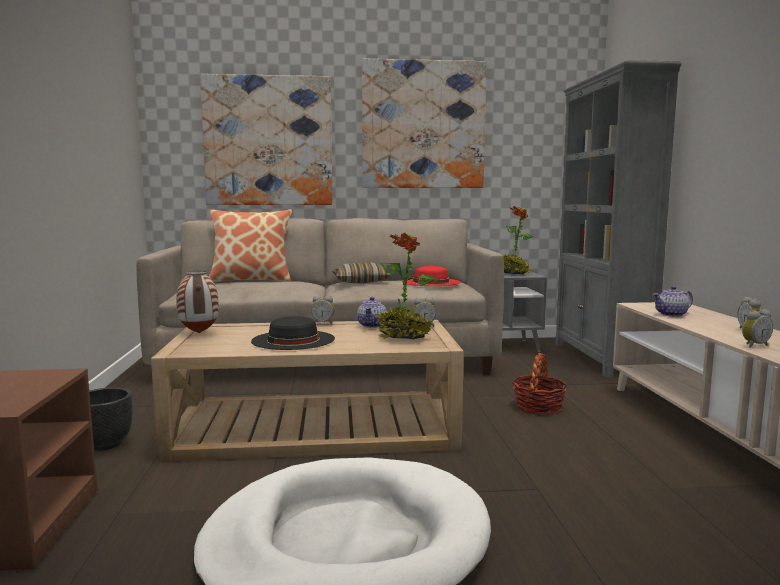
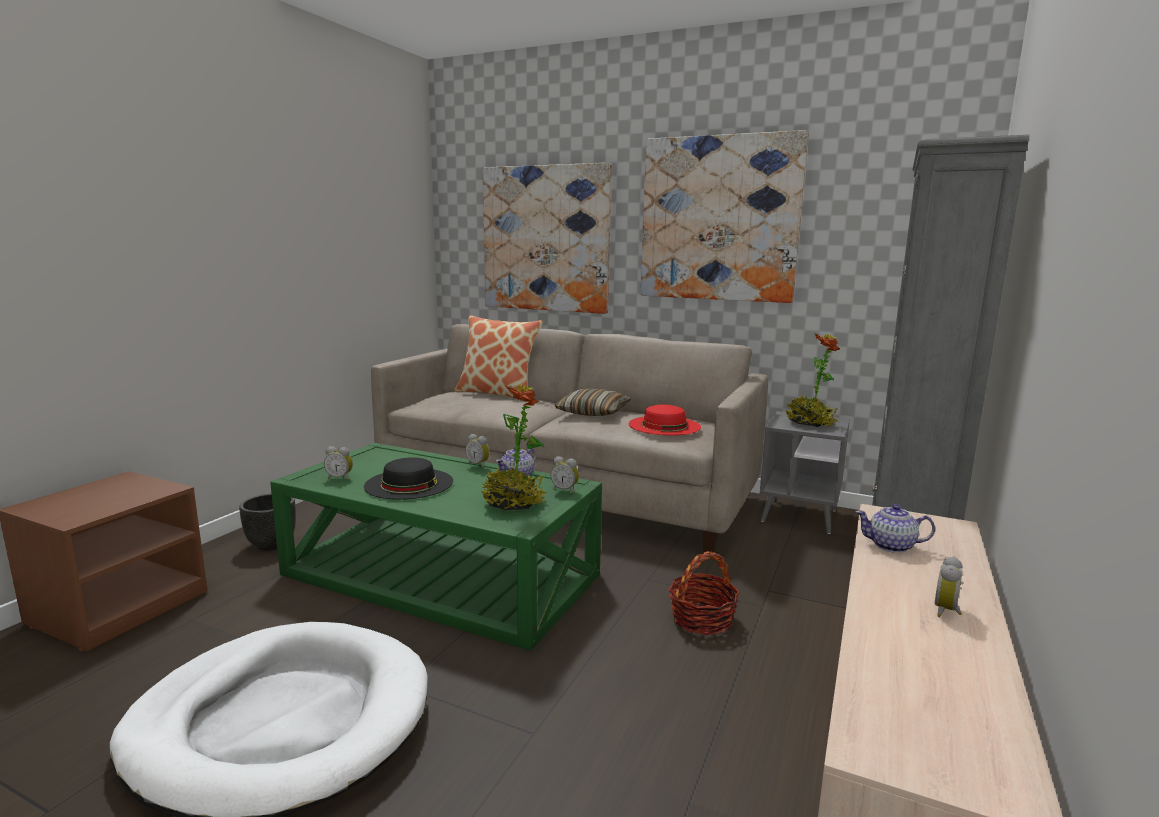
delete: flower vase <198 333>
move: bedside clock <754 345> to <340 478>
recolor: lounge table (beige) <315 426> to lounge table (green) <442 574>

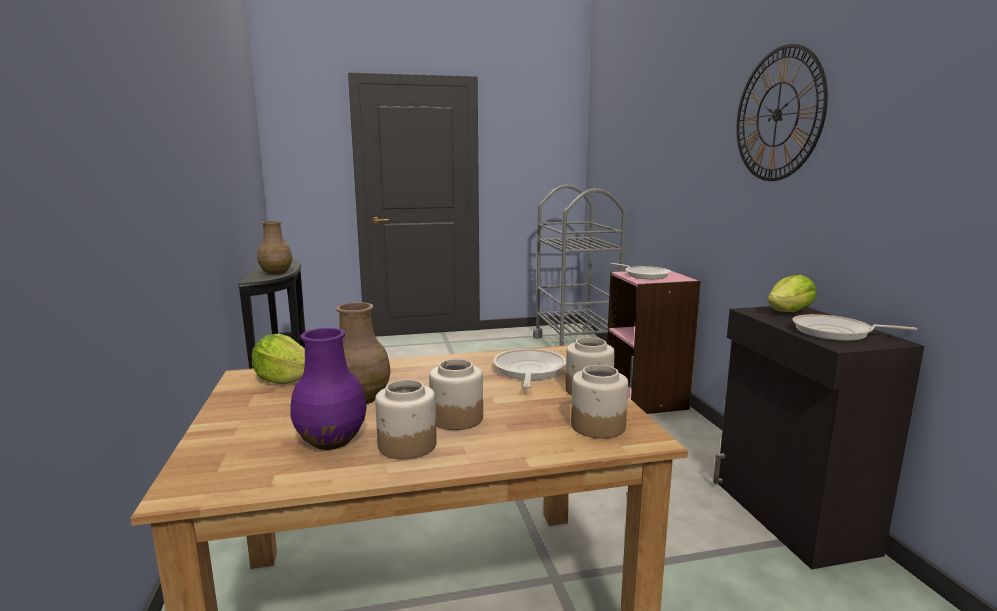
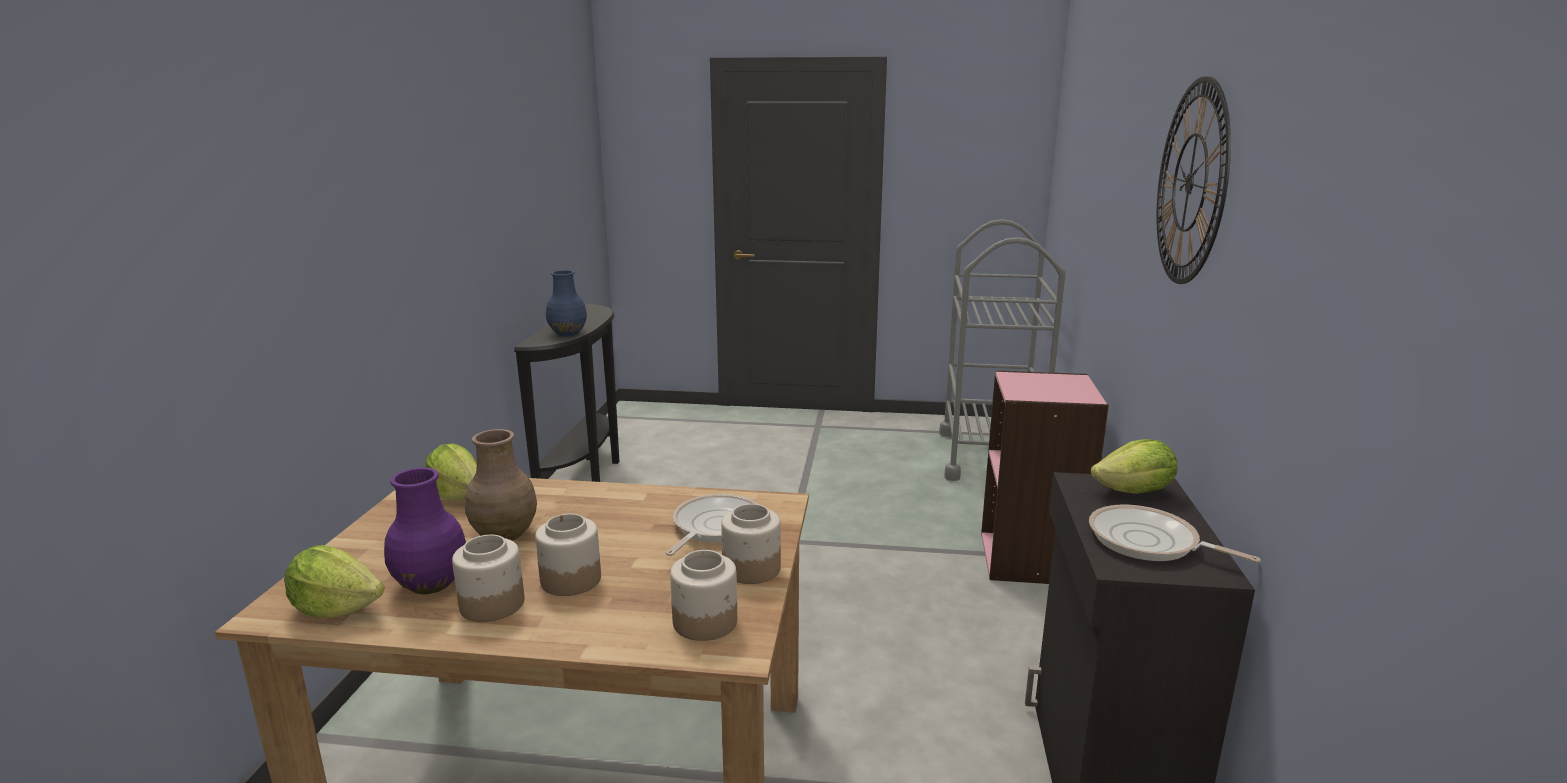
delete: frying pan <644 275>
insert: lettuce head <337 608>
recolor: flower vase (brownish) <277 273> to flower vase (blue) <568 333>

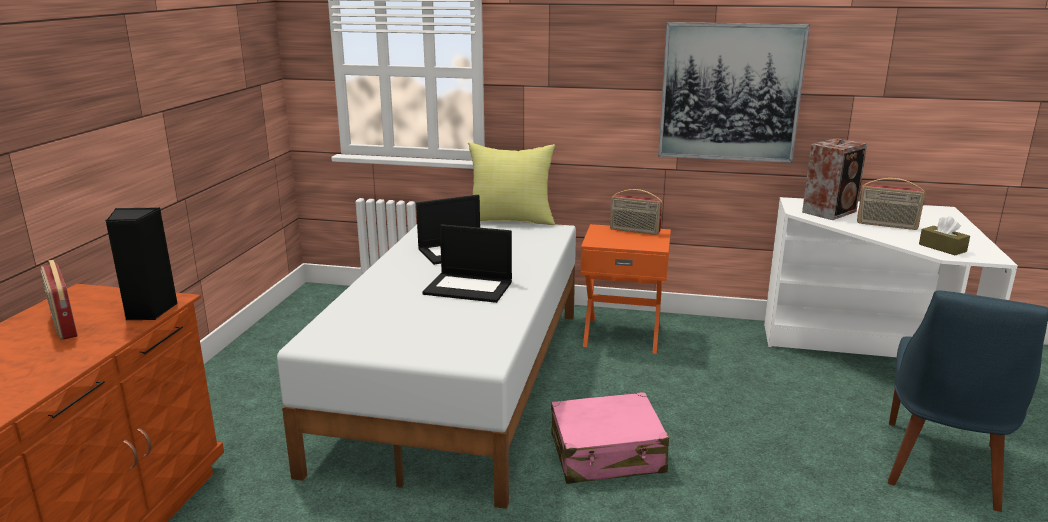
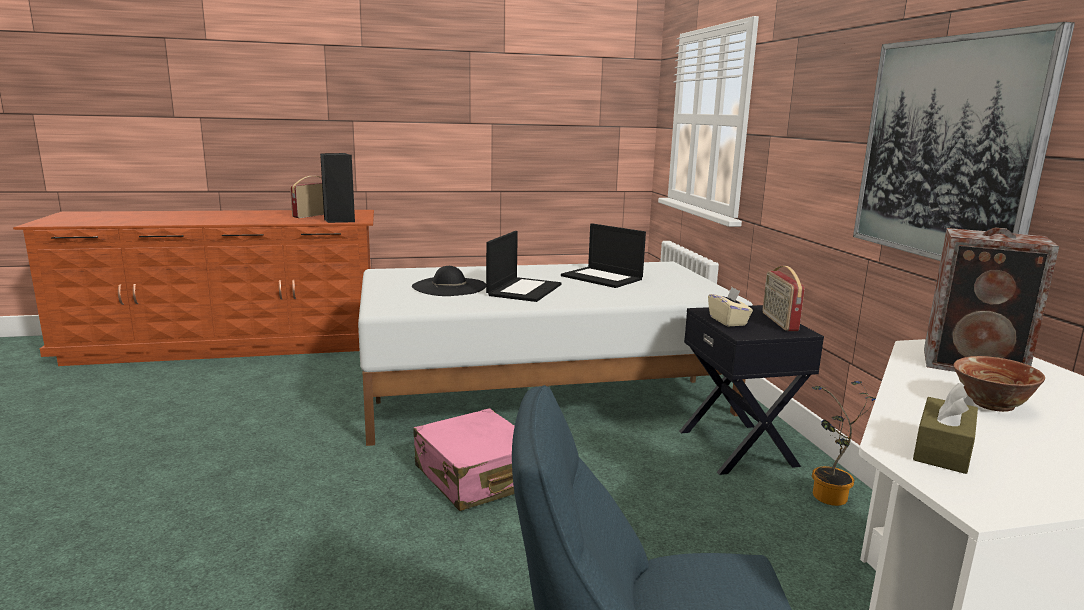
delete: pillow (yellow) <511 219>
insert: hat (blackish) <449 286>; tissue box (beige) <728 321>; potted plant <828 499>
replace: radio set <886 225> to bowl <991 405>
recolor: bedside table (orange) <622 334> to bedside table (blackish) <738 448>
rotate: laptop <469 287> = <524 289> 150 degrees counterclockwise

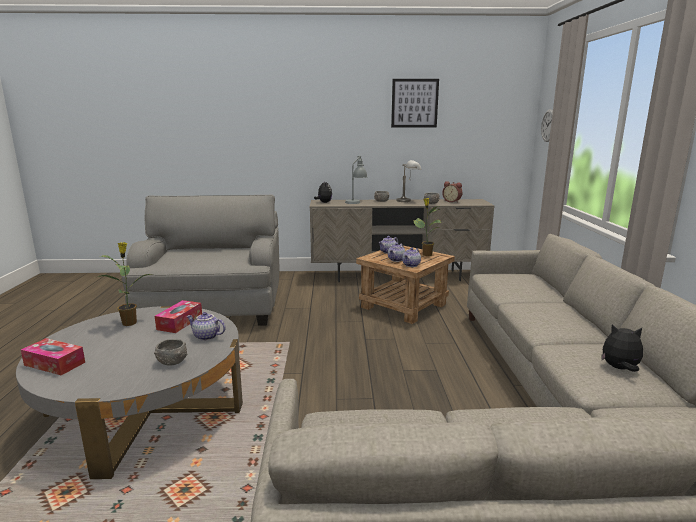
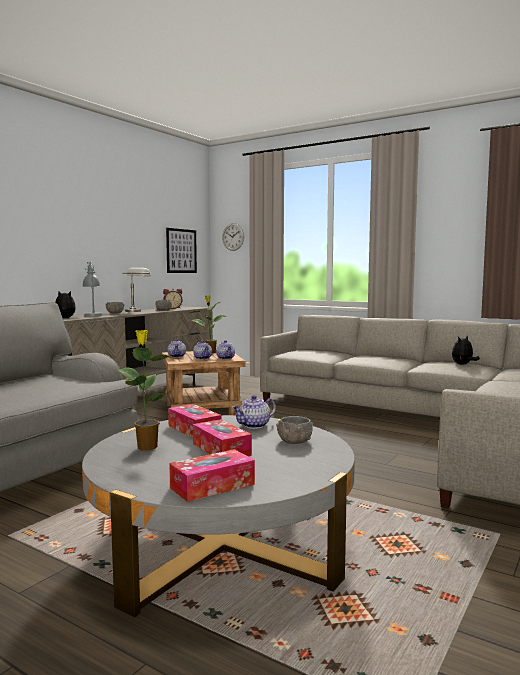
insert: tissue box <221 449>
move: wall picture <414 103> to <181 251>

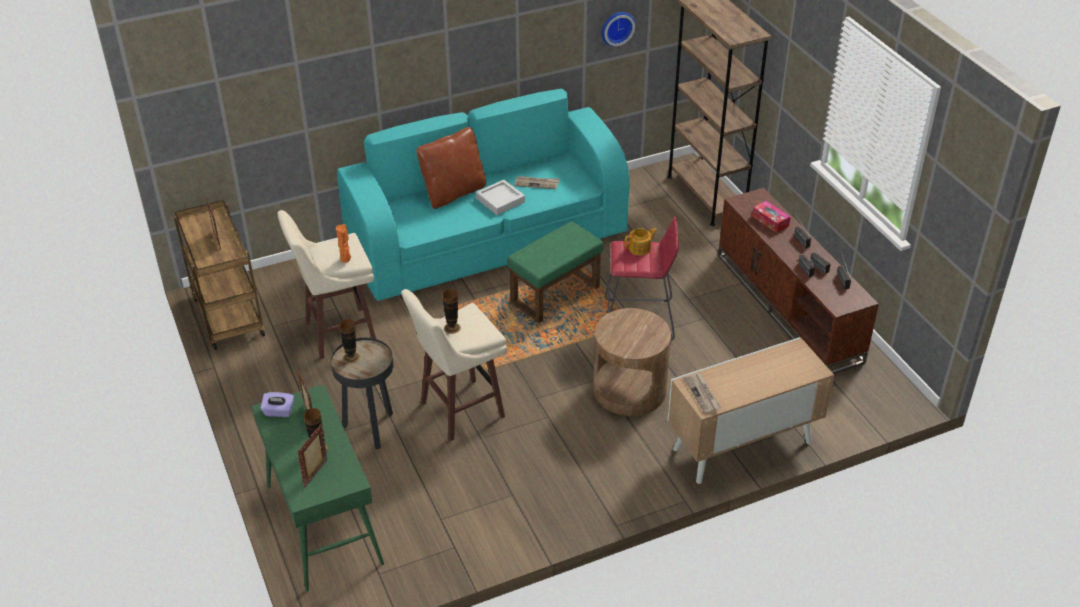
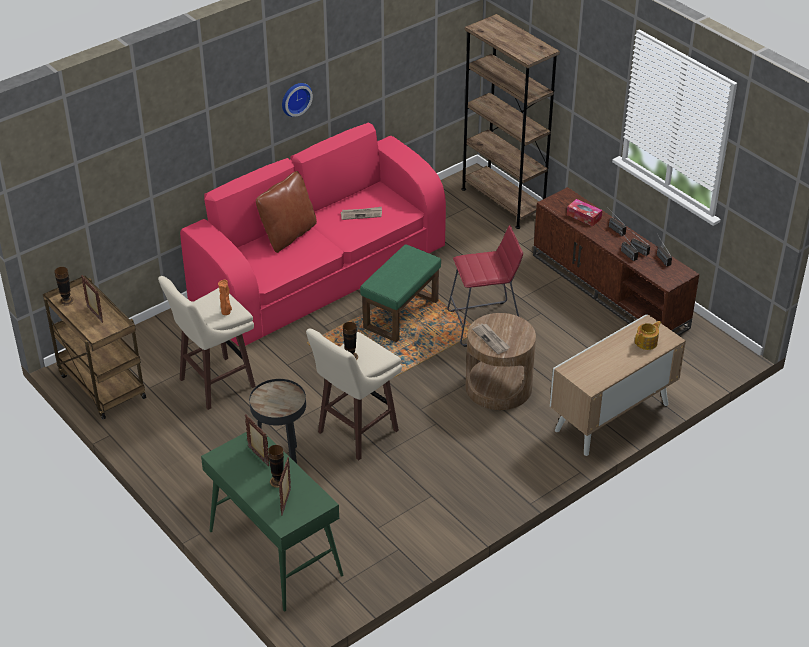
delete: tissue box (purplish) <278 412>; carrying tray (greyish) <500 200>
move: flower vase <351 357> to <66 301>; hanging clock <616 27> to <295 98>; pot for tea <640 248> to <647 342>; printed paper <702 394> to <491 339>
recolor: settee (turquoise-coloured) <488 241> to settee (pinkish) <319 275>

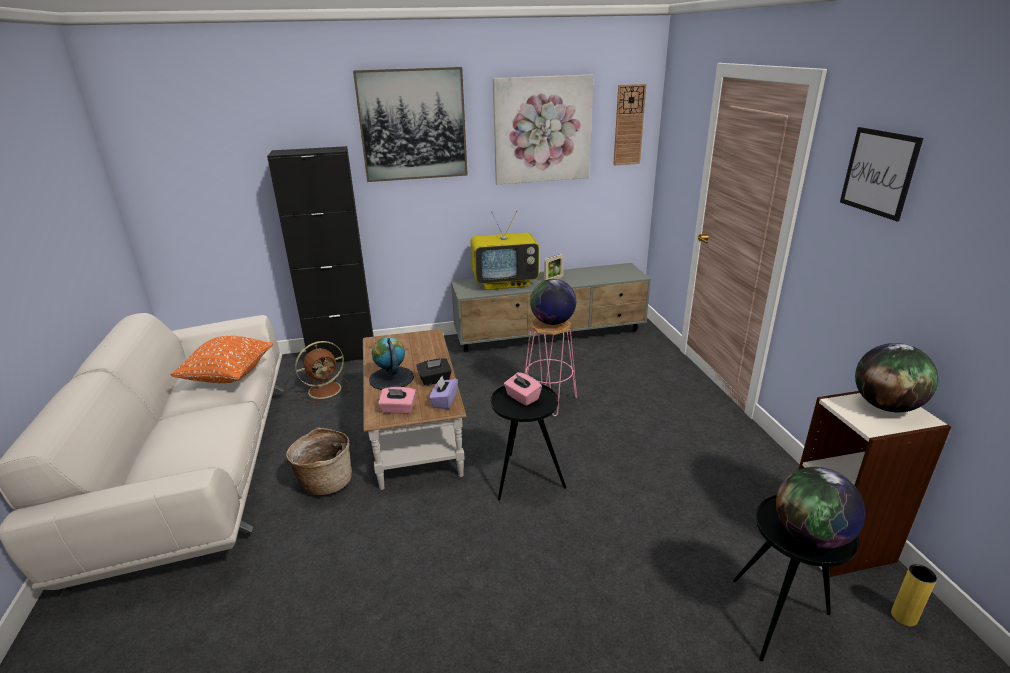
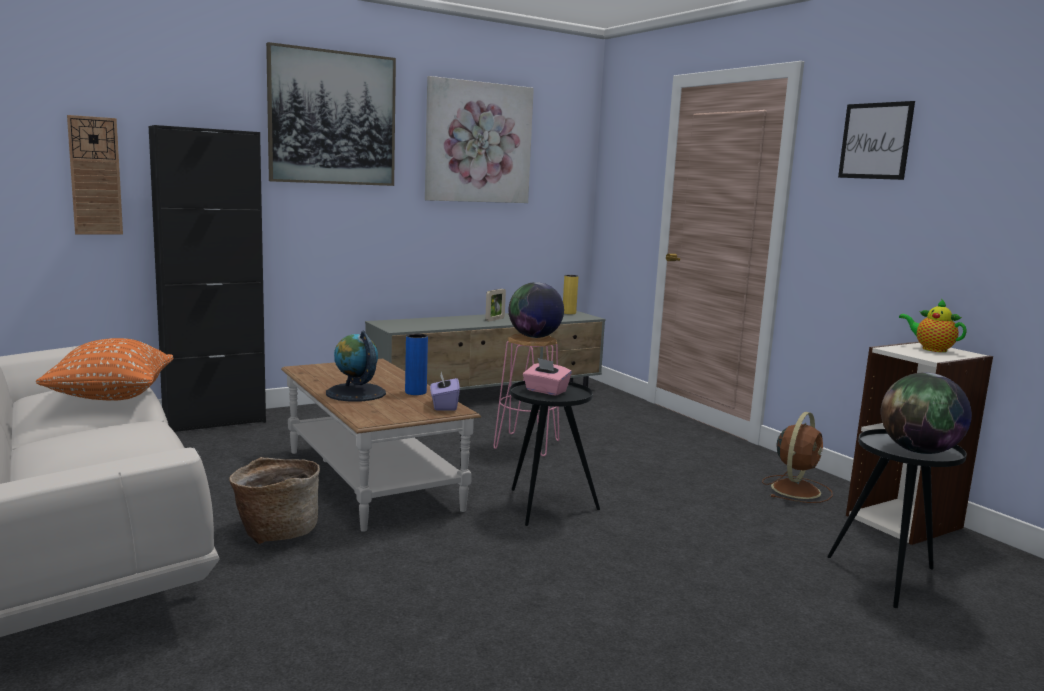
delete: tissue box (pinkish) <398 409>; TV <505 283>
move: fan (brownish) <326 389> to <796 489>; hanging clock <629 125> to <95 176>; flower vase (yellow) <904 616> to <569 313>
replace: tissue box (blackish) <435 380> to flower vase (blue) <415 392>; desk globe <886 406> to pot for tea <931 349>

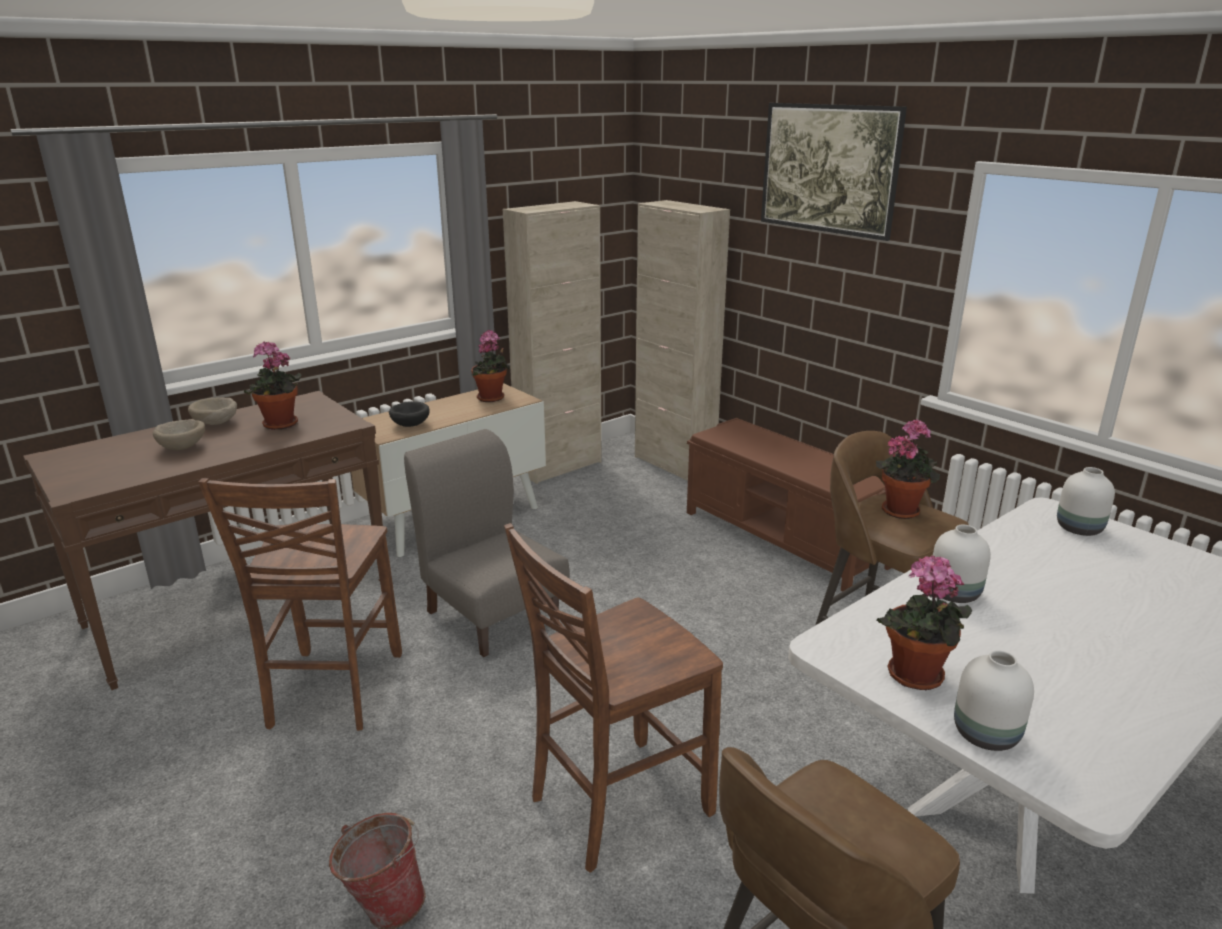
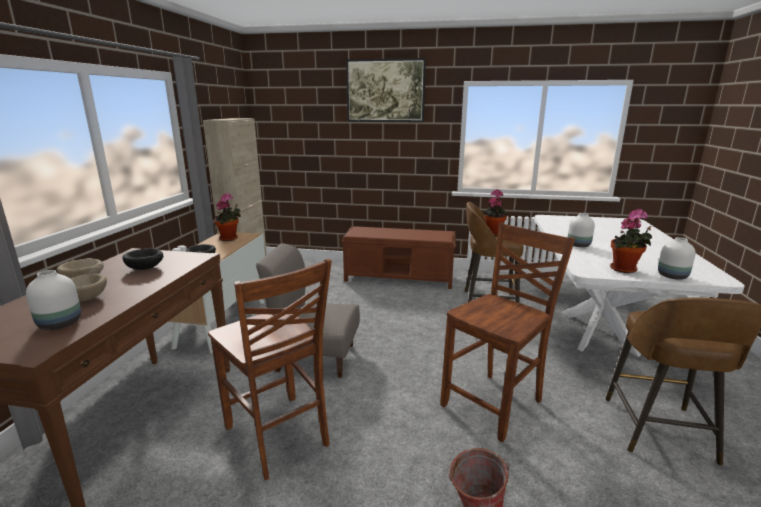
delete: cupboard (beige) <674 464>
move: flower vase (white) <1078 529> to <59 324>
replace: potted plant <280 425> to bowl (blackish) <146 269>
rotate: upright chair (brownish) <616 804> = <495 404> 150 degrees counterclockwise

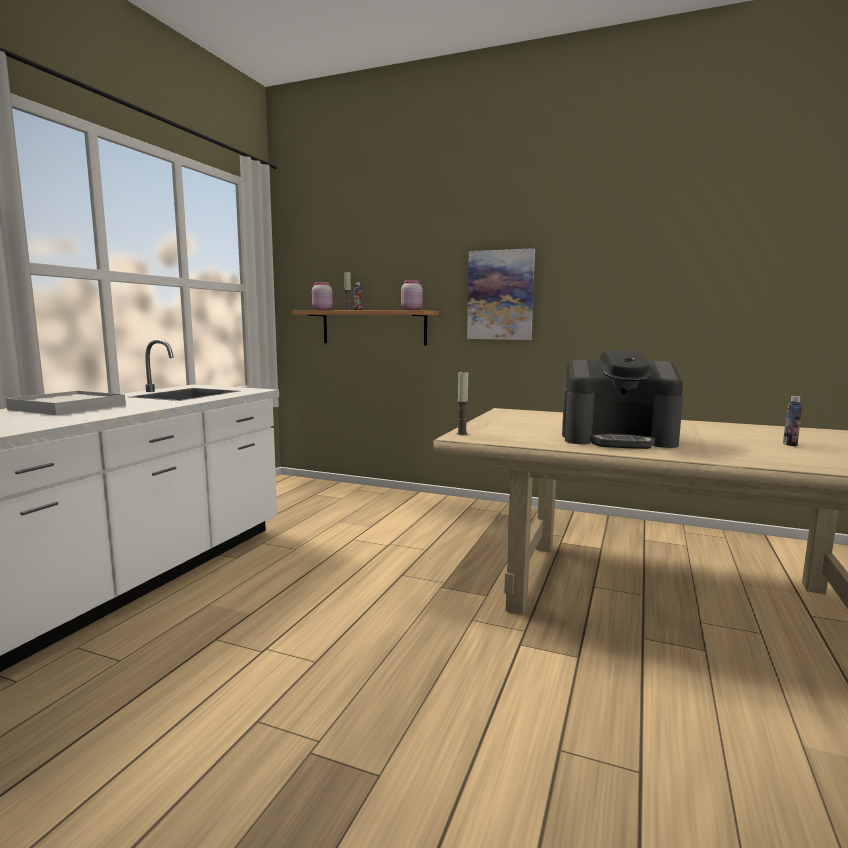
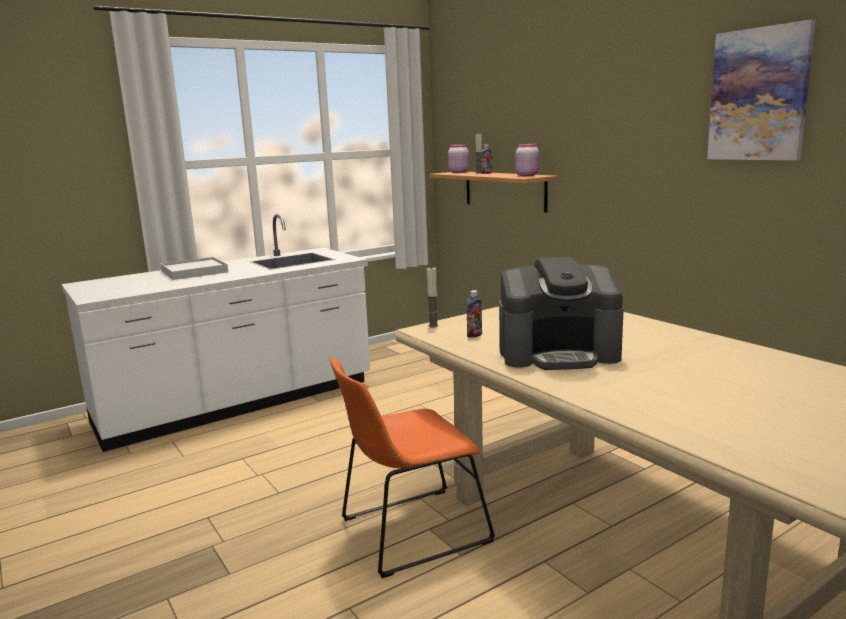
insert: upright chair (orange) <409 532>
move: wall picture <500 295> to <759 95>; beverage bottle <790 444> to <474 335>
rotate: coffee brewer <617 439> = <558 353> 45 degrees counterclockwise

